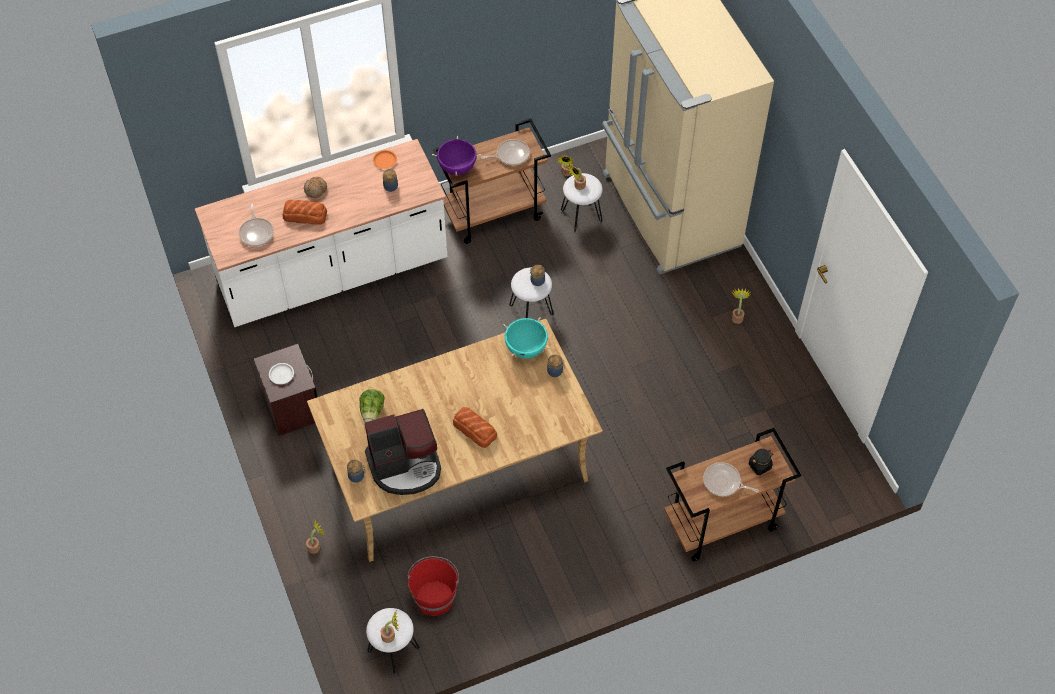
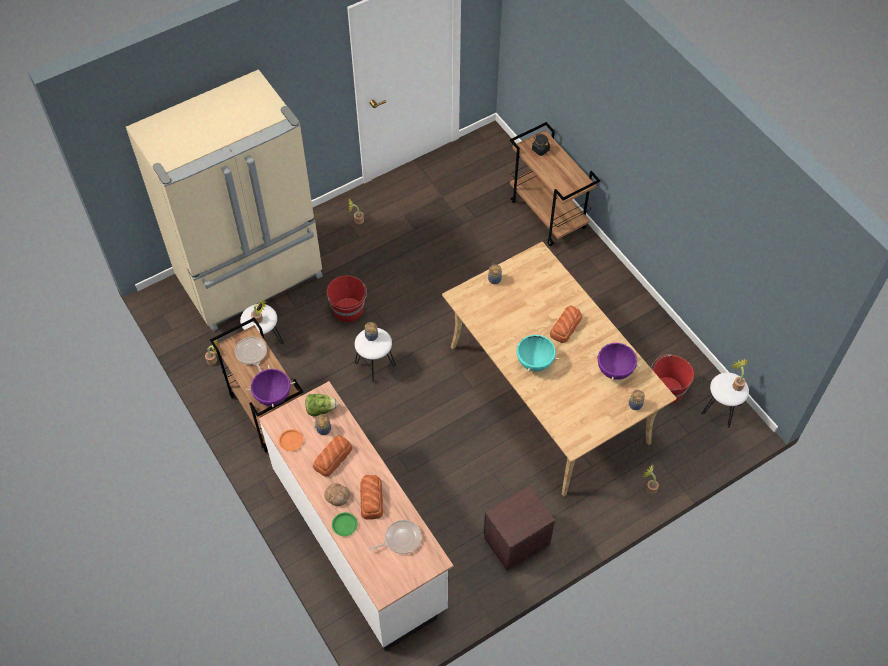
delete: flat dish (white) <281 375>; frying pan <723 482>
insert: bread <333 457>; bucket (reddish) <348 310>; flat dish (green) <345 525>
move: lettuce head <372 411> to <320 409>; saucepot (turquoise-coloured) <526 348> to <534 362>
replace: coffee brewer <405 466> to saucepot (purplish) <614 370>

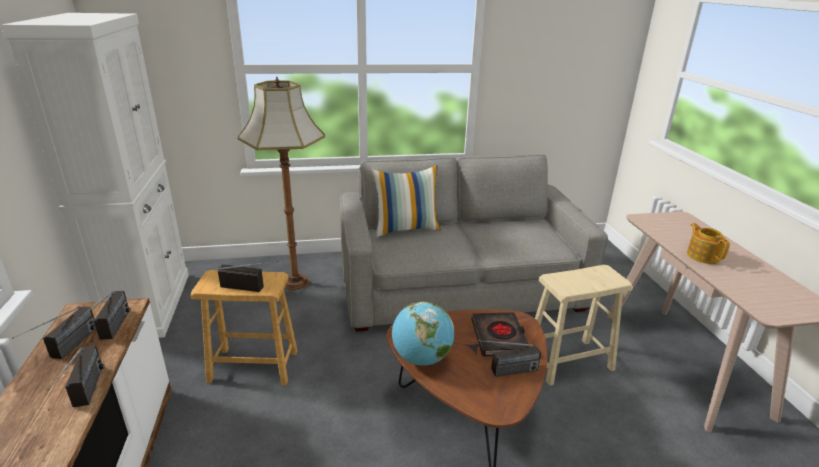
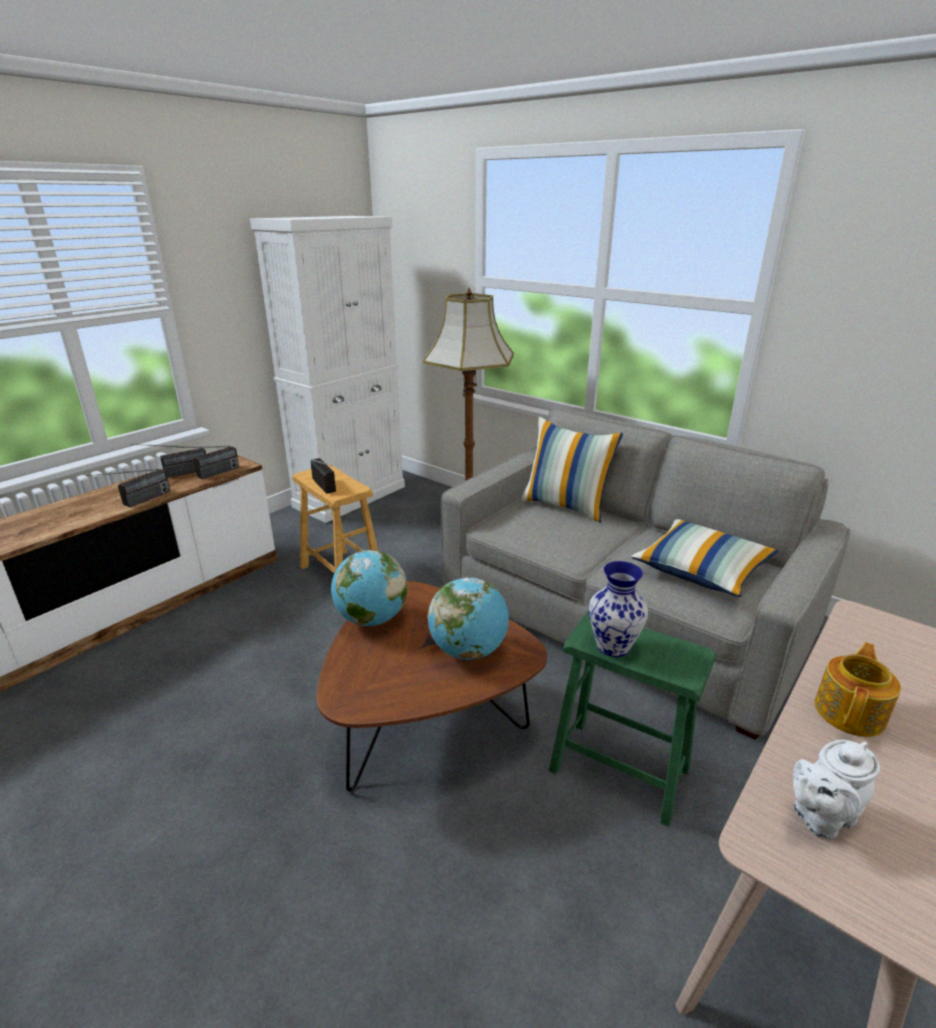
delete: radio set <503 372>
insert: flower vase <613 647>; pillow <701 571>; pot for tea (white) <819 816>
replace: bound book (blackish) <499 338> to desk globe <468 651>
recolor: sitting stool (beige) <568 361> to sitting stool (green) <619 769>

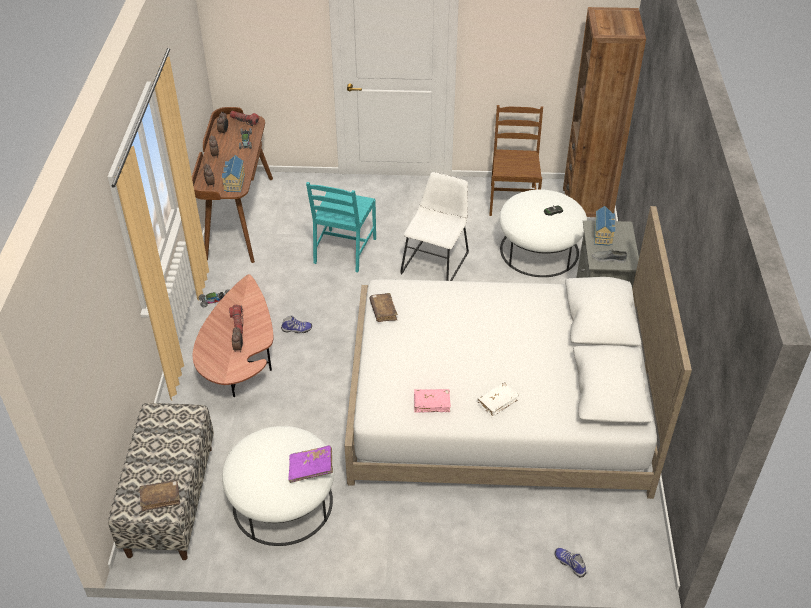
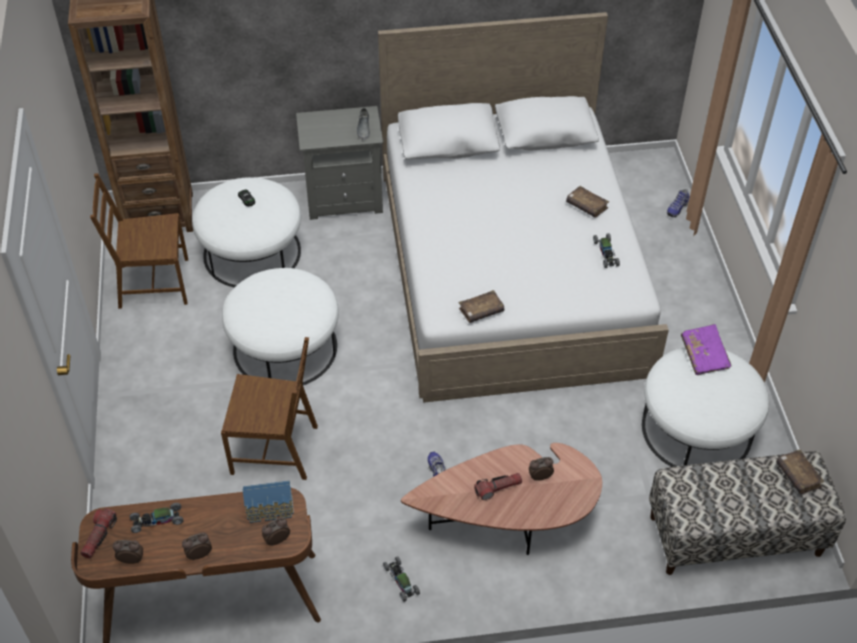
delete: miniature house <603 234>
replace: upright chair (white) <436 261> to footrest (white) <285 347>; bound book (pinkish) <432 403> to model car <606 253>
recolor: upright chair (turquoise-coloured) <344 251> to upright chair (brownish) <275 448>; bound book (white) <497 402> to bound book (brownish) <586 206>

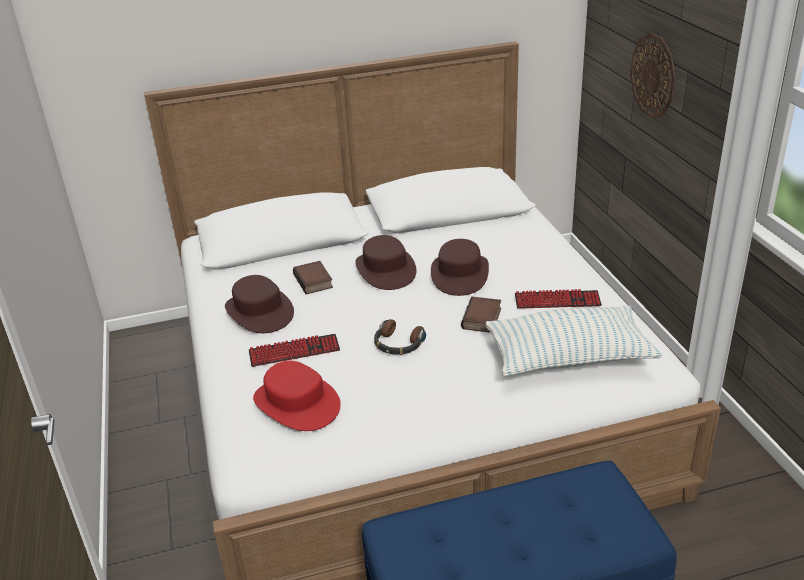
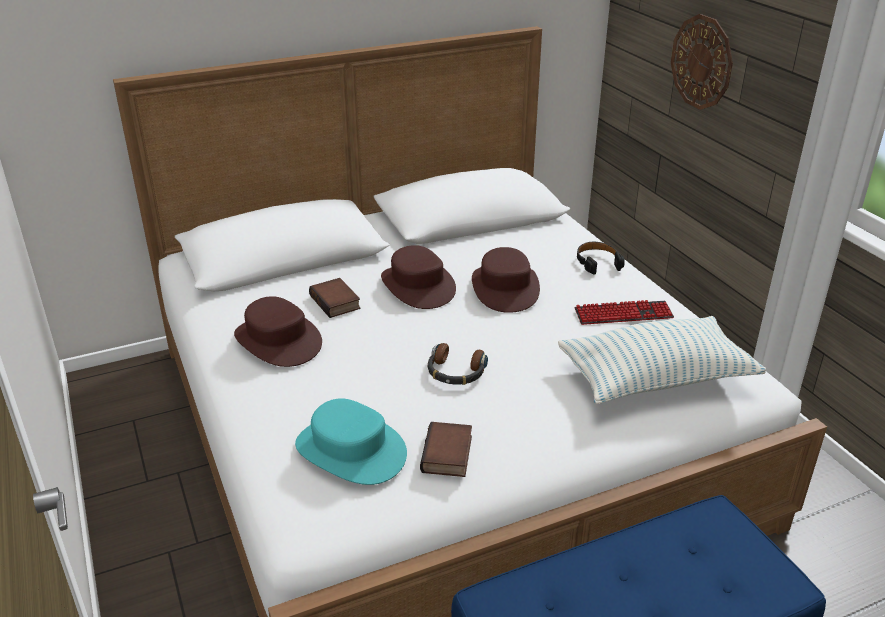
delete: PC keyboard <294 351>
insert: headphones (blackish) <597 262>
move: bound book <483 319> to <448 455>
recolor: hat (reddish) <296 403> to hat (turquoise-coloured) <350 451>

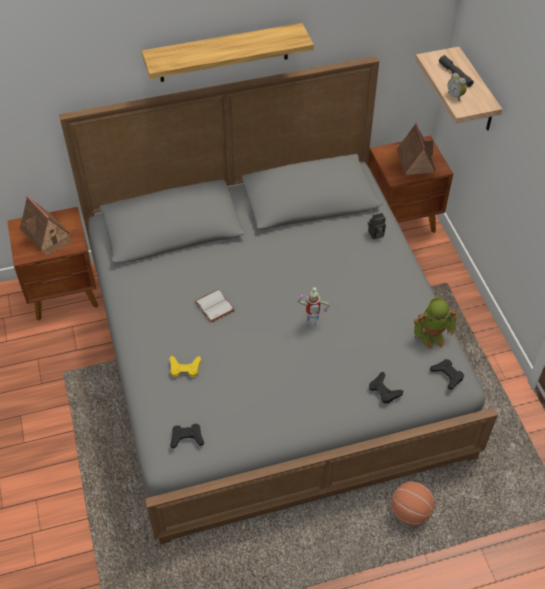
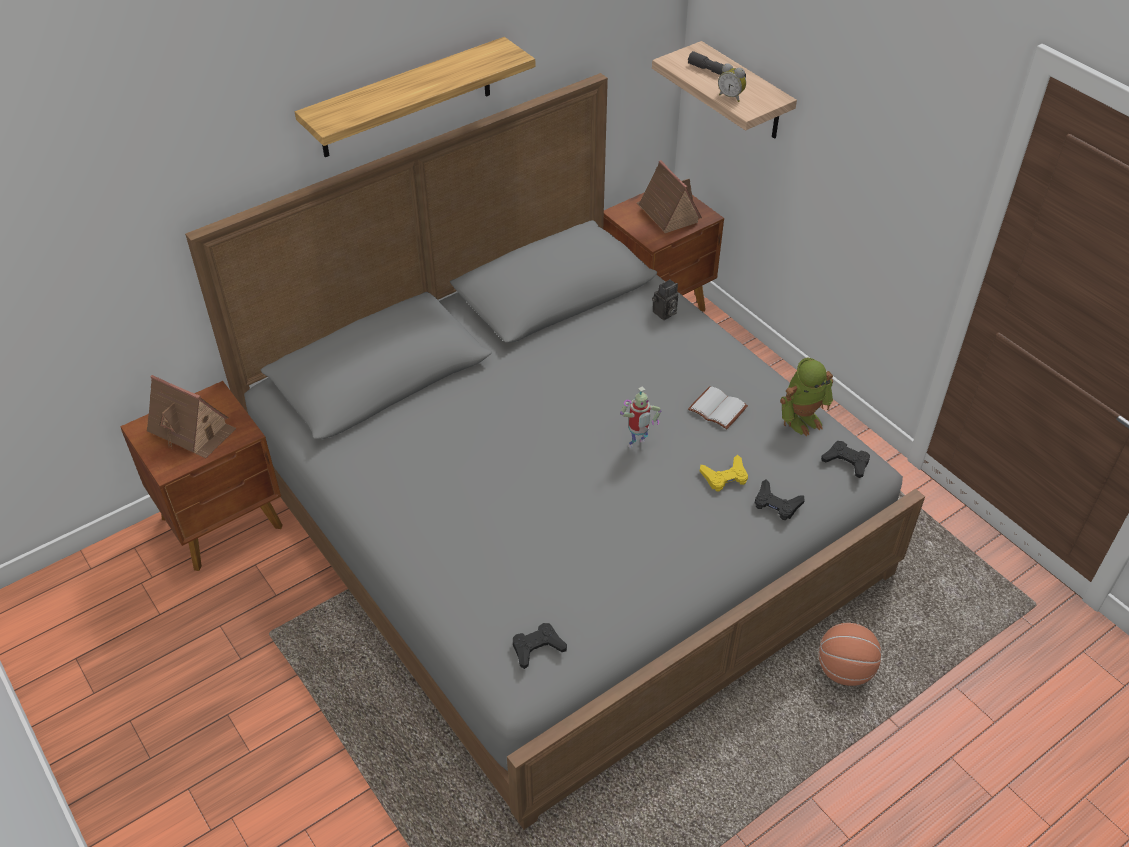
move: game controller (yellow) <185 368> to <725 477>; bound book (white) <215 306> to <719 408>

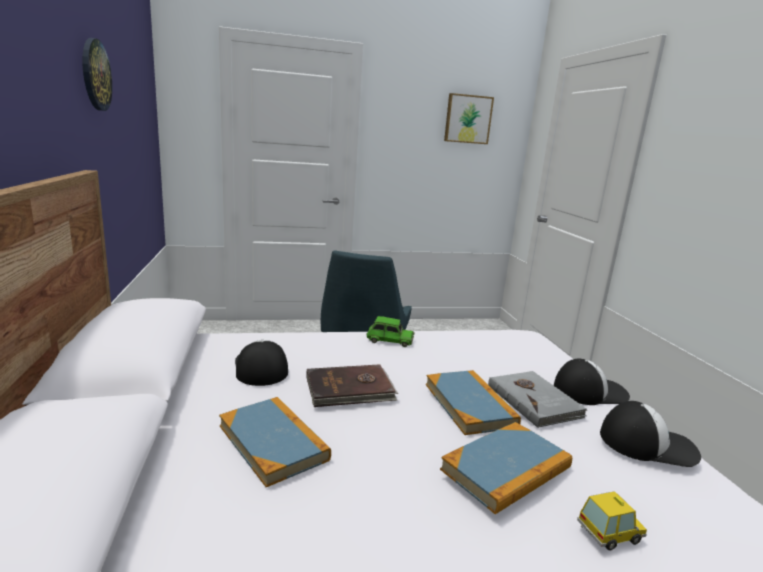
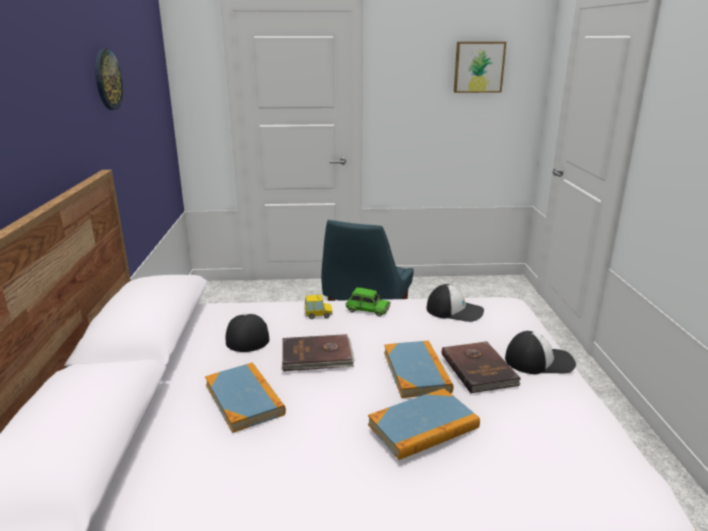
move: model car <610 533> to <318 314>; baseball cap <647 443> to <455 310>
recolor: bound book (greyish) <534 400> to bound book (brownish) <479 369>

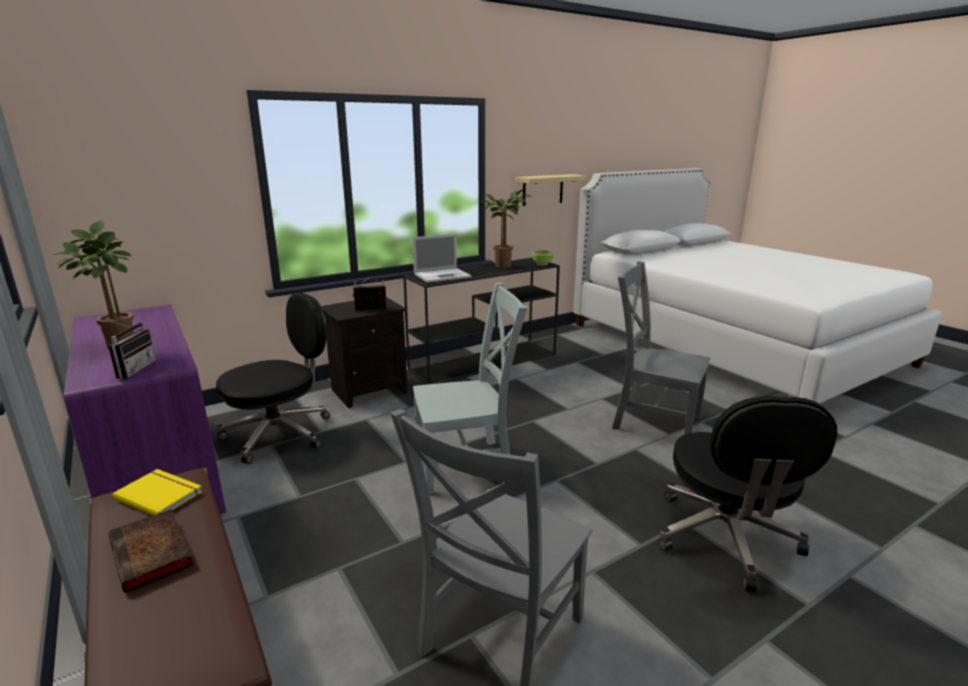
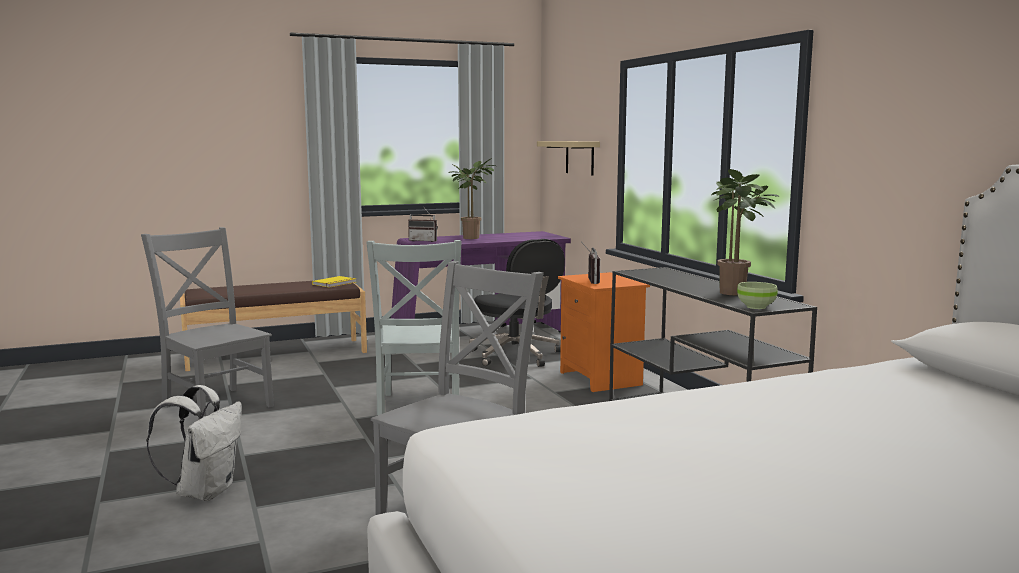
delete: bound book <153 555>; laptop <443 275>
move: bracket shelf (beige) <542 190> to <579 157>
replace: office chair (blackish) <726 539> to knapsack (white) <205 491>
recolor: bedside table (blackish) <369 390> to bedside table (orange) <602 378>

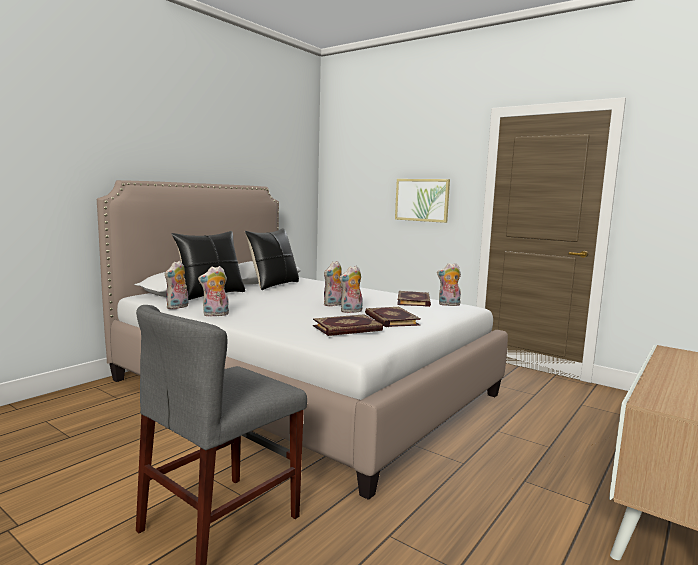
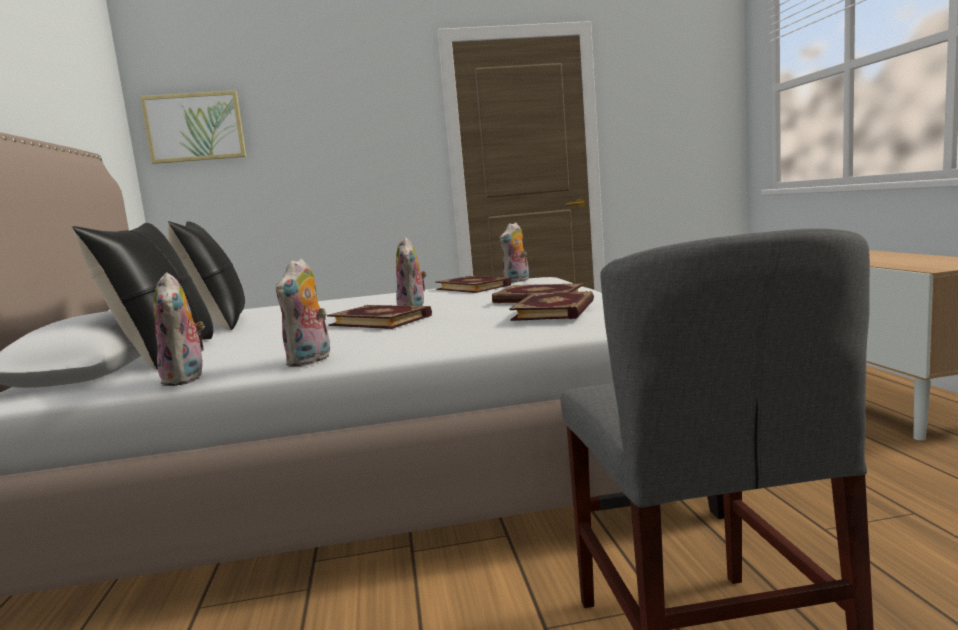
delete: plush toy <351 311>
insert: bound book <381 320>
move: wall picture <422 200> to <195 127>

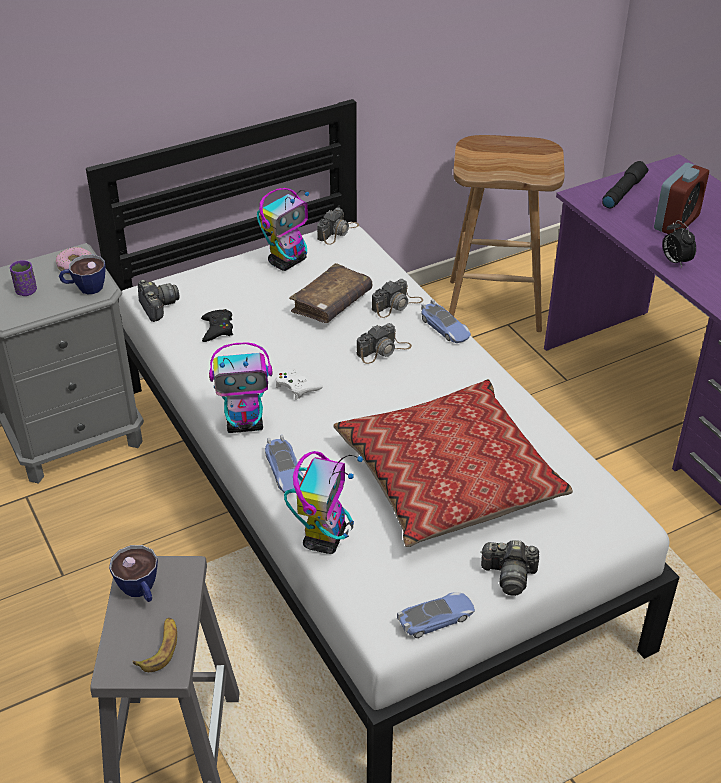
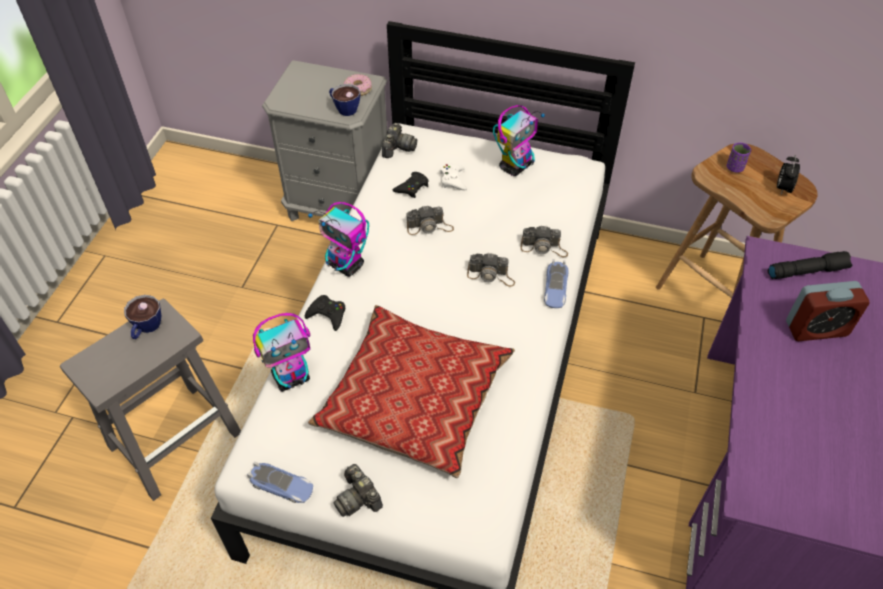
delete: whole banana <160 648>; bound book (brownish) <331 303>
move: cup (purplish) <26 291> to <734 167>; game controller (white) <297 386> to <453 180>; still camera <338 232> to <429 227>; bedside clock <675 261> to <782 188>
replace: model car <285 471> to game controller (blackish) <327 315>
rotate: toy robot <287 261> = <515 166> 45 degrees counterclockwise

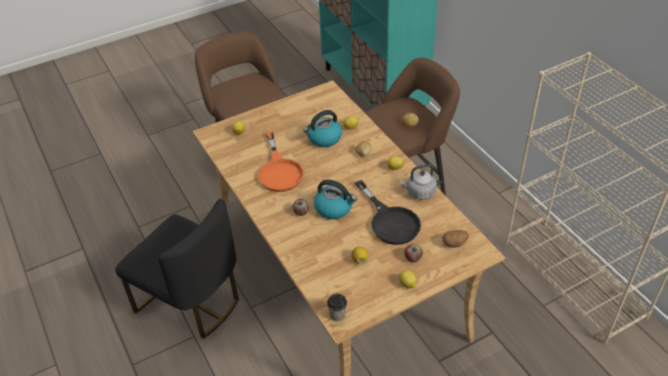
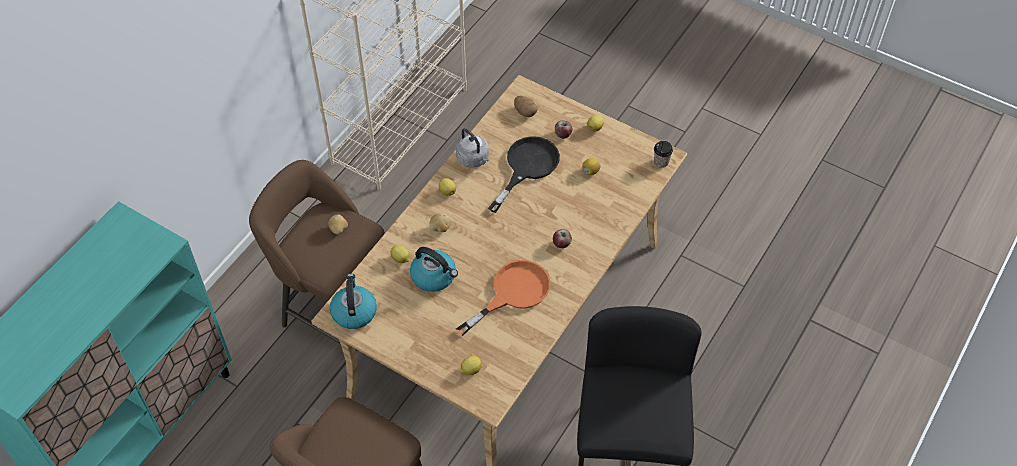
move: water kettle <334 208> to <354 312>

